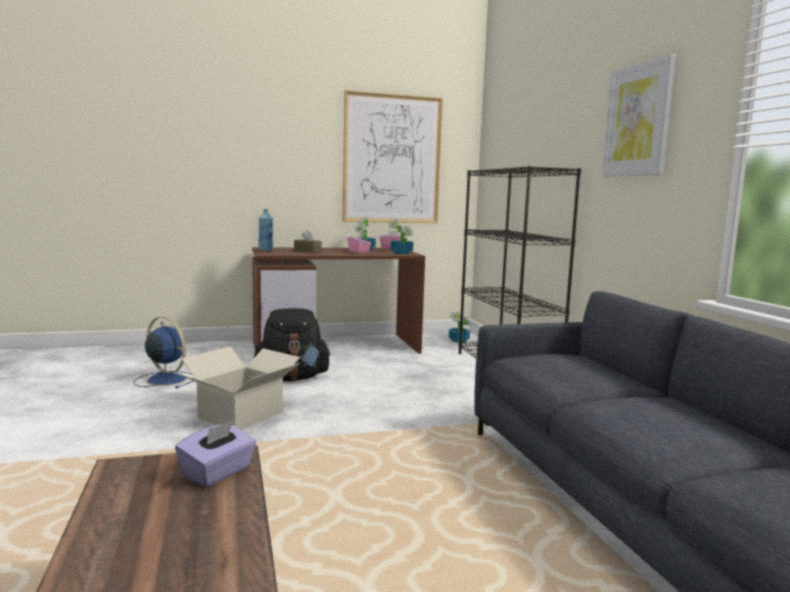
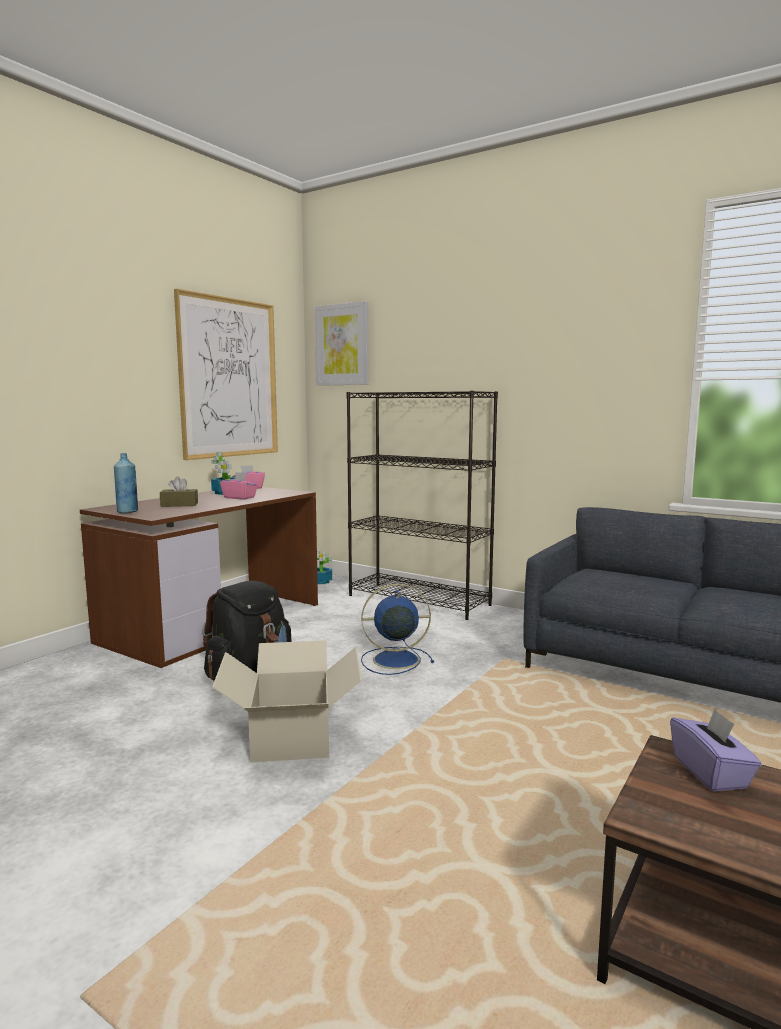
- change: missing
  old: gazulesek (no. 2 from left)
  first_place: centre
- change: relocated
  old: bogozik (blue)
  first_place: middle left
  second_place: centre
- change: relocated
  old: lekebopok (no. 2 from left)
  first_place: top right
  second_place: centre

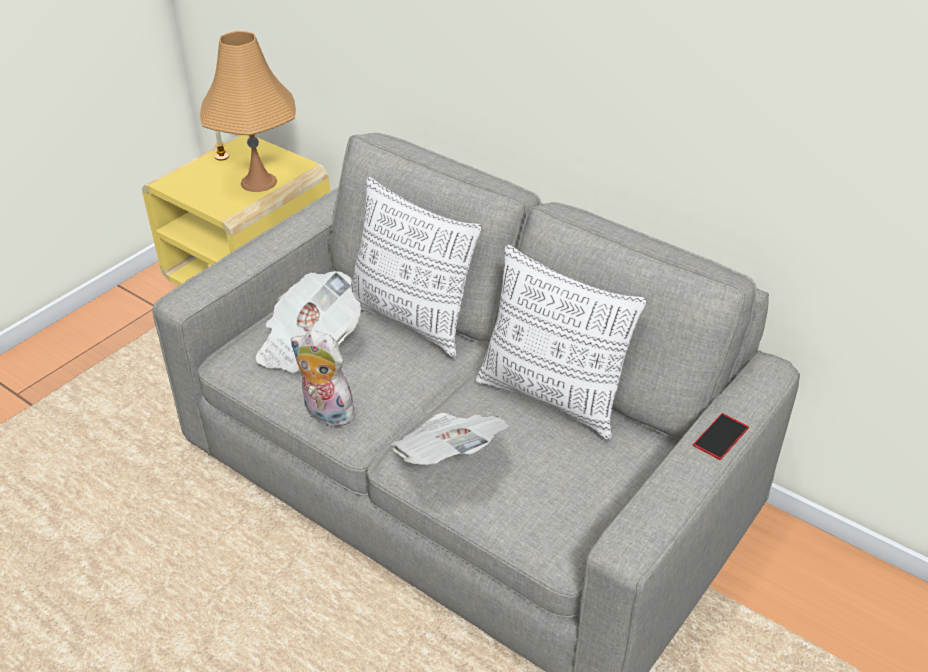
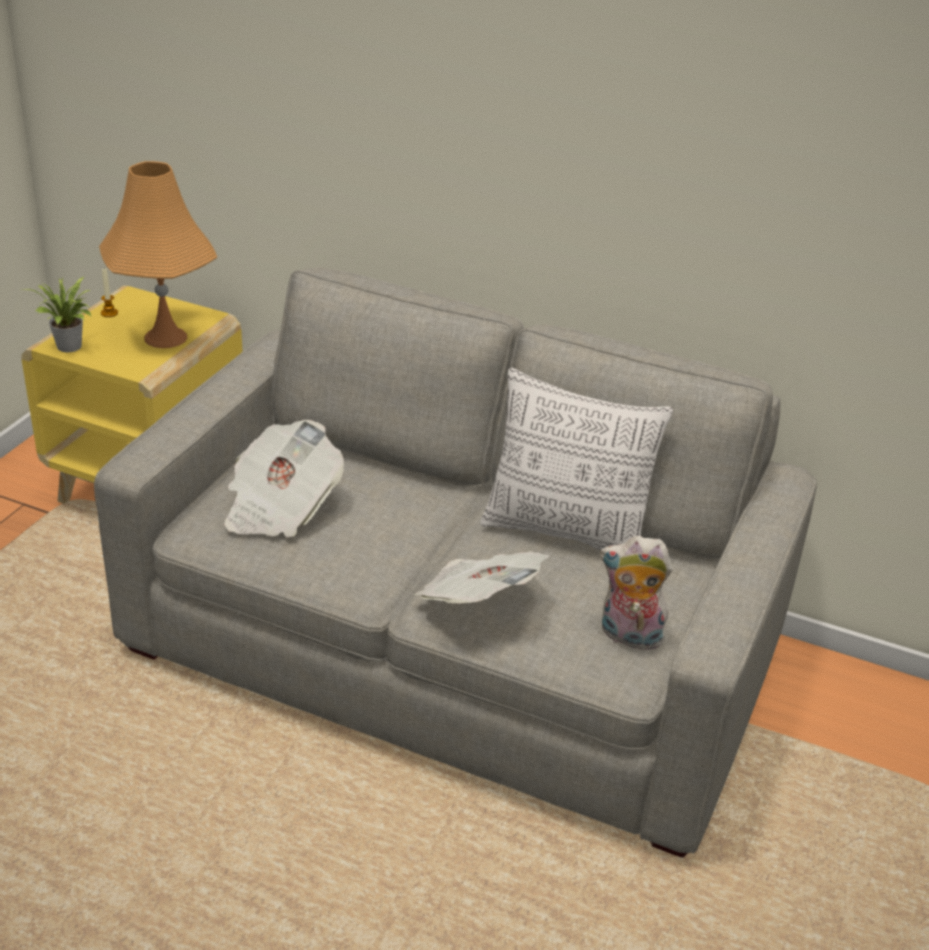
- change: missing
  old: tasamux (no. 1 from left)
  first_place: centre
- change: missing
  old: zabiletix
  first_place: middle right
- change: appeared
  new: gazulesek
  second_place: top left
- change: relocated
  old: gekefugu
  first_place: centre
  second_place: middle right

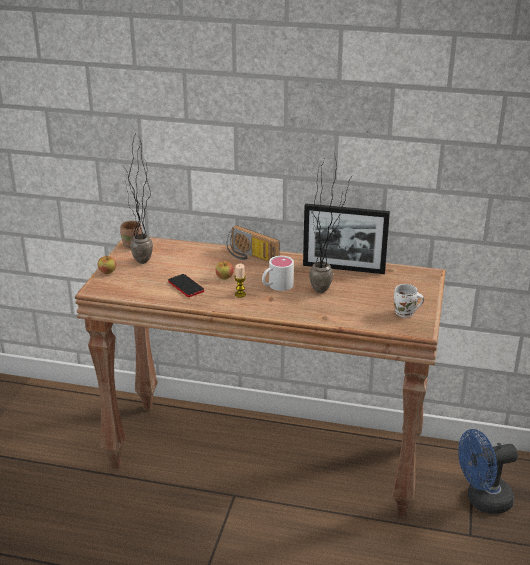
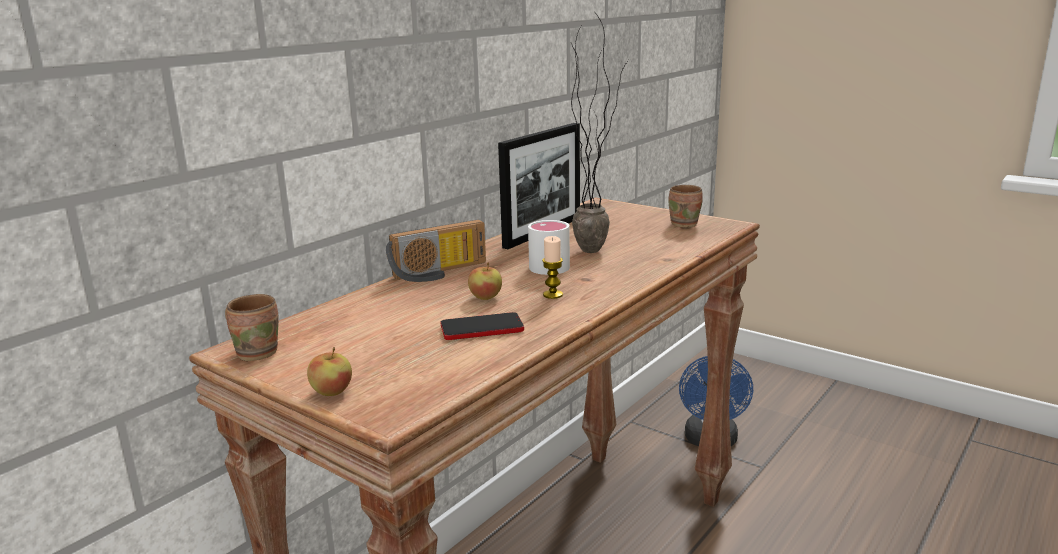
- change: missing
  old: gazulesek (no. 1 from left)
  first_place: middle left
- change: colour
  old: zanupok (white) (no. 2 from left)
  new: zanupok (brown) (no. 2 from left)
  first_place: middle right
  second_place: centre

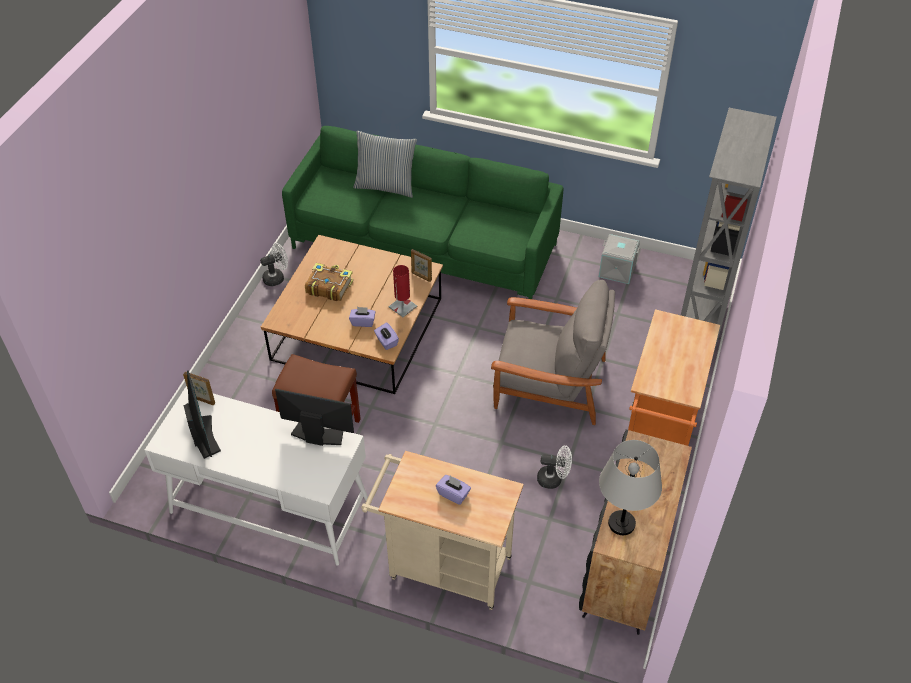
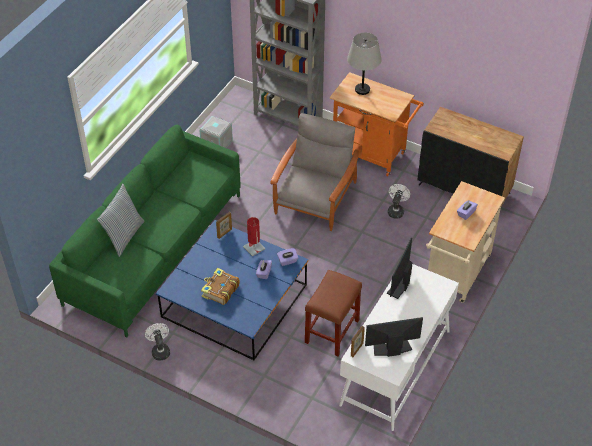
- change: relocated
  old: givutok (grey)
  first_place: bottom right
  second_place: top centre
- change: colour
  old: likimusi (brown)
  new: likimusi (blue)
  first_place: centre
  second_place: centre

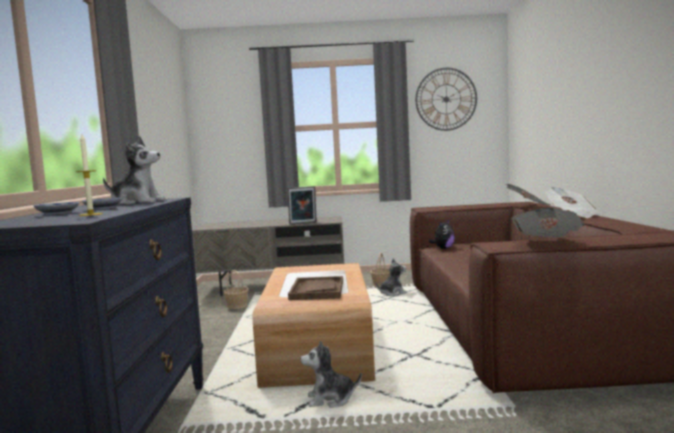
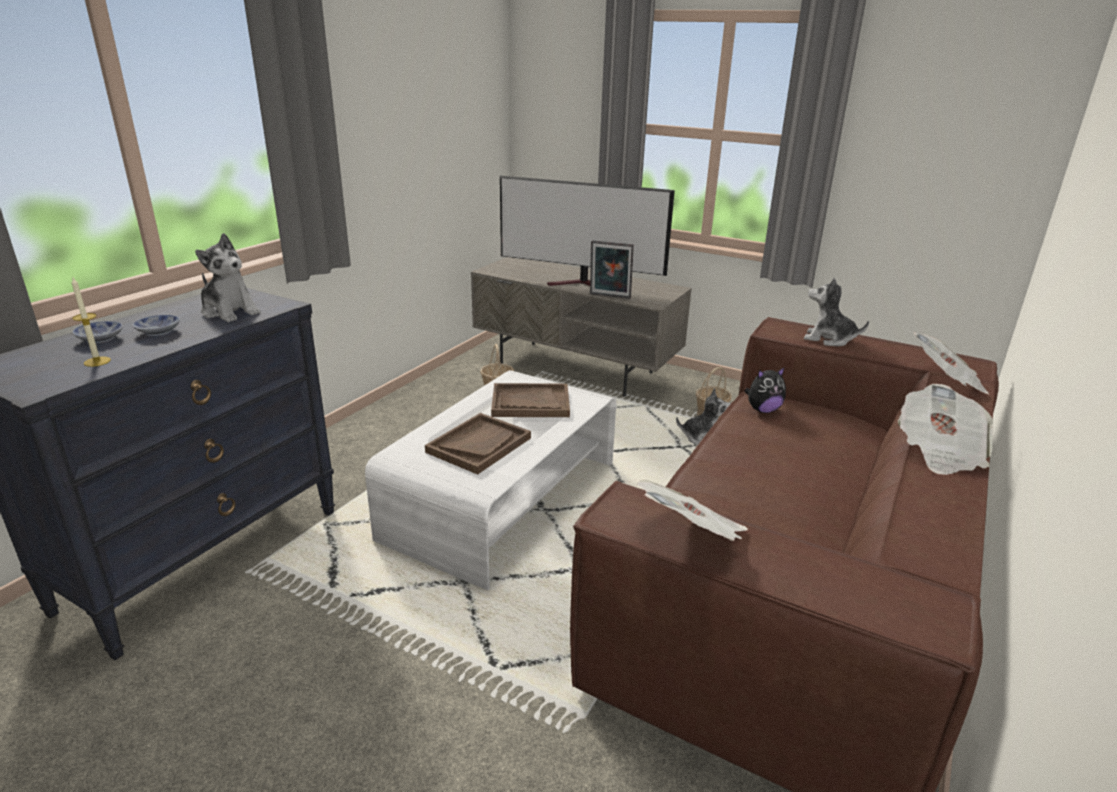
- change: missing
  old: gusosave
  first_place: top centre
- change: appeared
  new: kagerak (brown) (no. 2 from left)
  second_place: centre
- change: appeared
  new: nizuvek
  second_place: top centre
- change: relocated
  old: gekefugu (no. 2 from left in the first image)
  new: gekefugu (no. 4 from left)
  first_place: bottom centre
  second_place: middle right
- change: colour
  old: likimusi (brown)
  new: likimusi (white)
  first_place: bottom centre
  second_place: centre

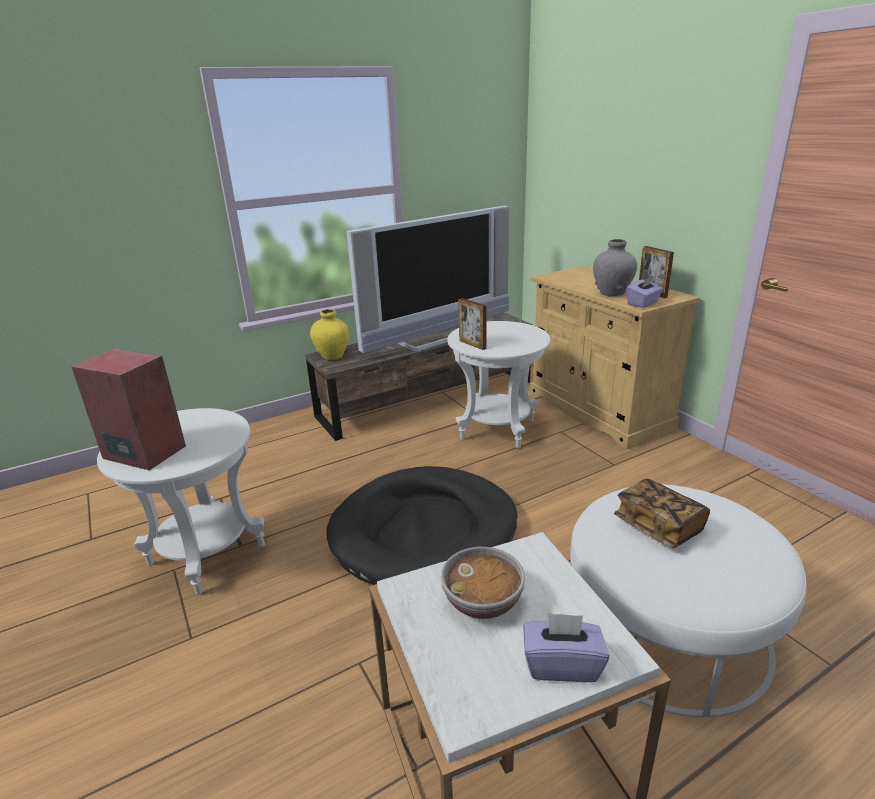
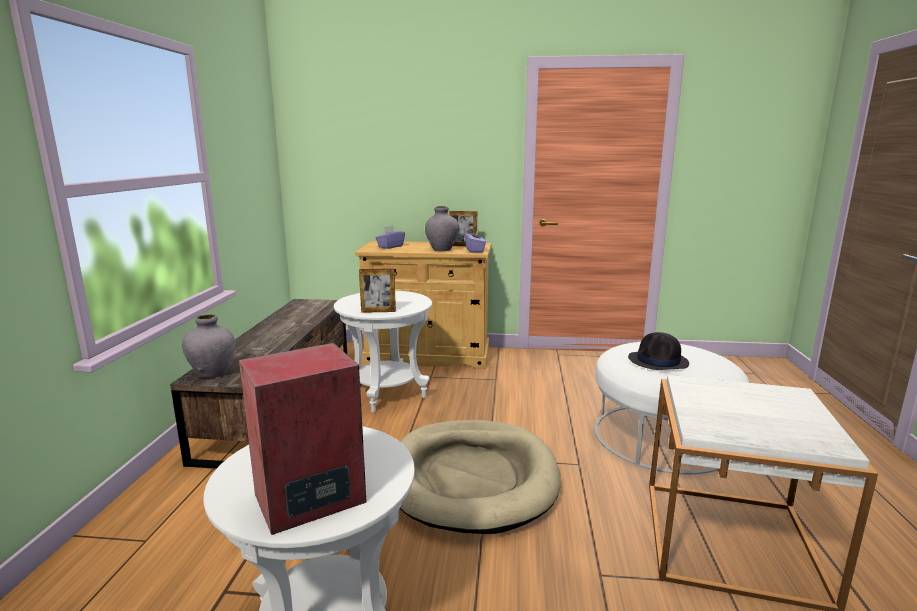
- change: missing
  old: nizuvek
  first_place: centre
- change: missing
  old: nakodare
  first_place: bottom centre
- change: relocated
  old: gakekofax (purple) (no. 1 from left)
  first_place: bottom centre
  second_place: centre
- change: exchanged
  old: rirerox
  new: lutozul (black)
  first_place: middle right
  second_place: middle right
- change: colour
  old: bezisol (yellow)
  new: bezisol (grey) (no. 1 from left)
  first_place: centre
  second_place: middle left
- change: colour
  old: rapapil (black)
  new: rapapil (beige)
  first_place: centre
  second_place: bottom centre

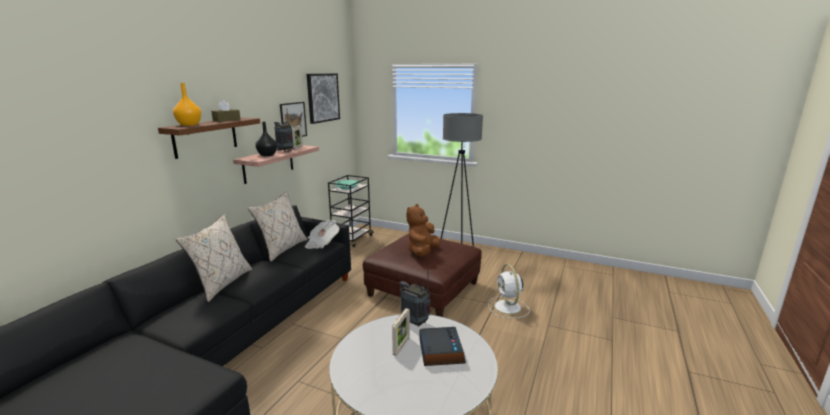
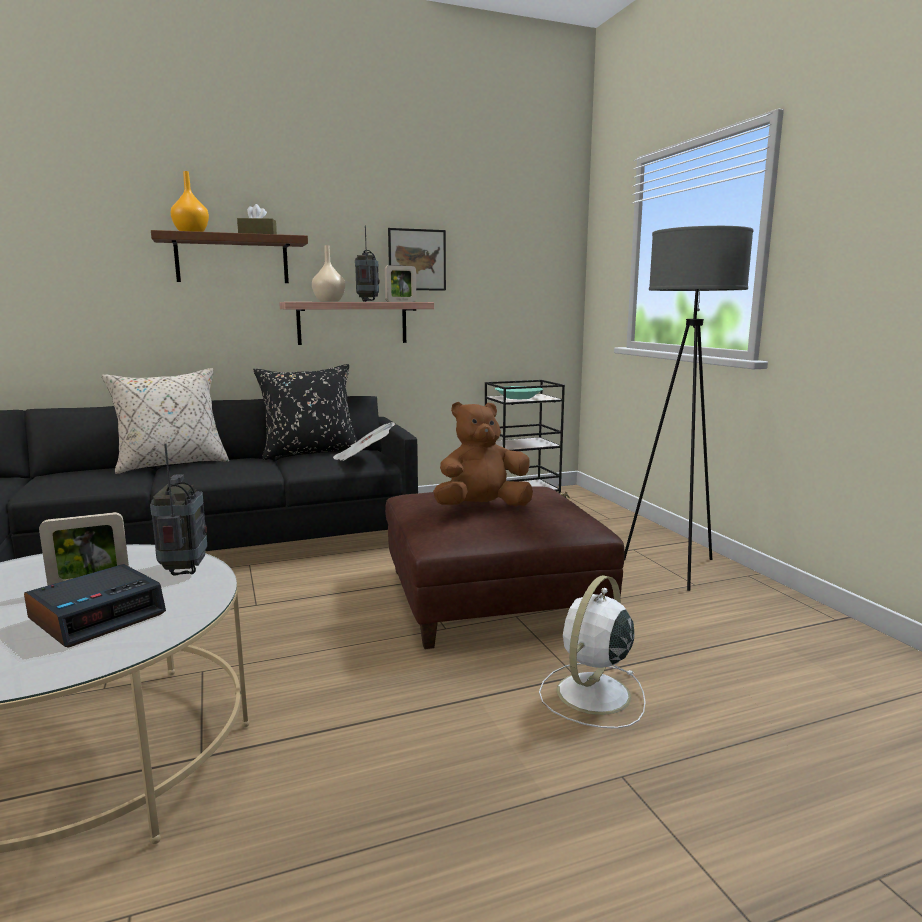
- change: missing
  old: lekebopok (no. 2 from left)
  first_place: top centre
- change: colour
  old: tasamux (beige) (no. 2 from left)
  new: tasamux (black)
  first_place: centre
  second_place: middle left
- change: colour
  old: bezisol (black)
  new: bezisol (beige)
  first_place: middle left
  second_place: top centre

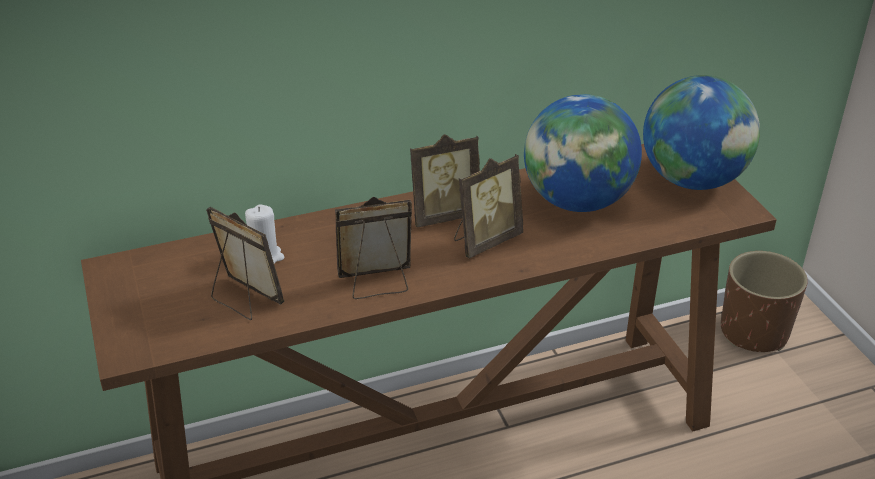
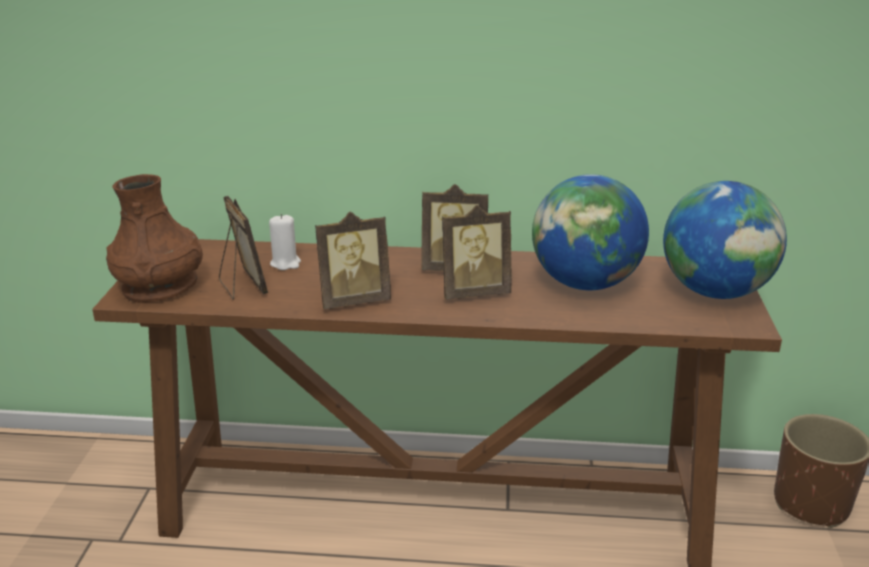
- change: appeared
  new: bezisol (brown)
  second_place: middle left
- change: spun
  old: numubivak (no. 2 from left)
  first_place: centre
  second_place: centre
  degrees: 150

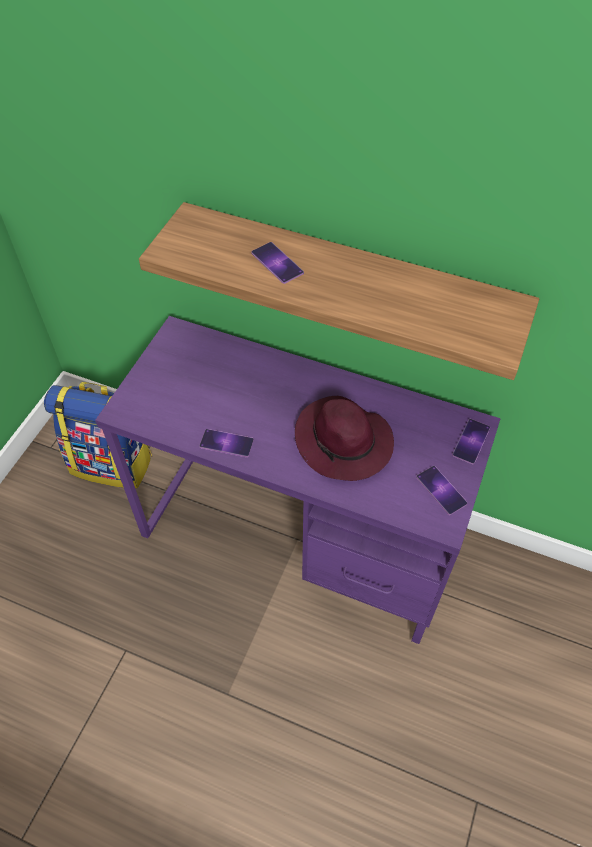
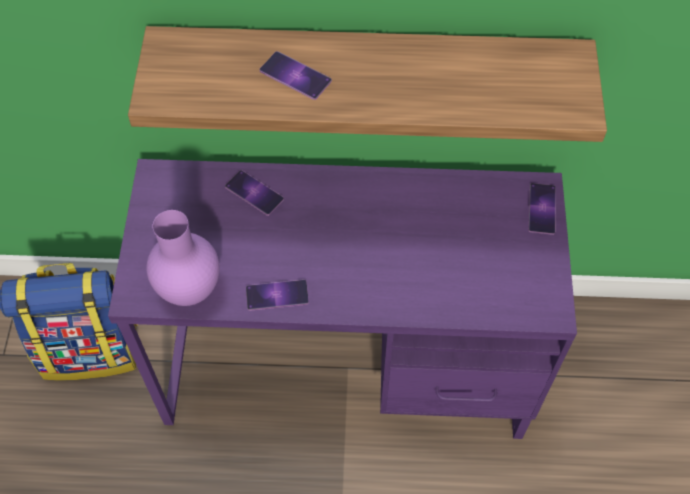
- change: missing
  old: lutozul (purple)
  first_place: centre
- change: appeared
  new: bezisol (purple)
  second_place: middle left
- change: relocated
  old: zabiletix (no. 3 from left in the first image)
  new: zabiletix (no. 1 from left)
  first_place: middle right
  second_place: centre

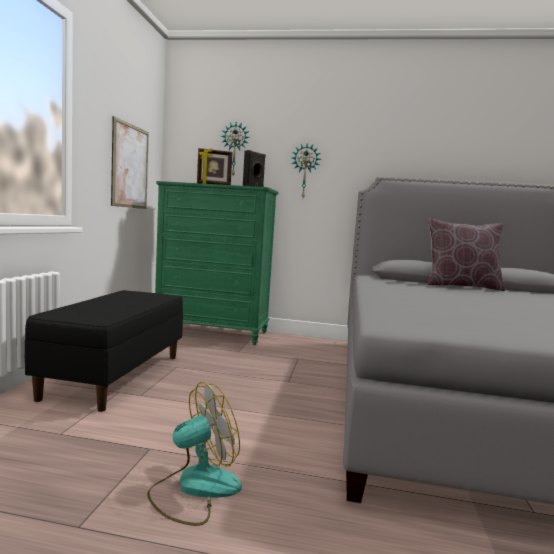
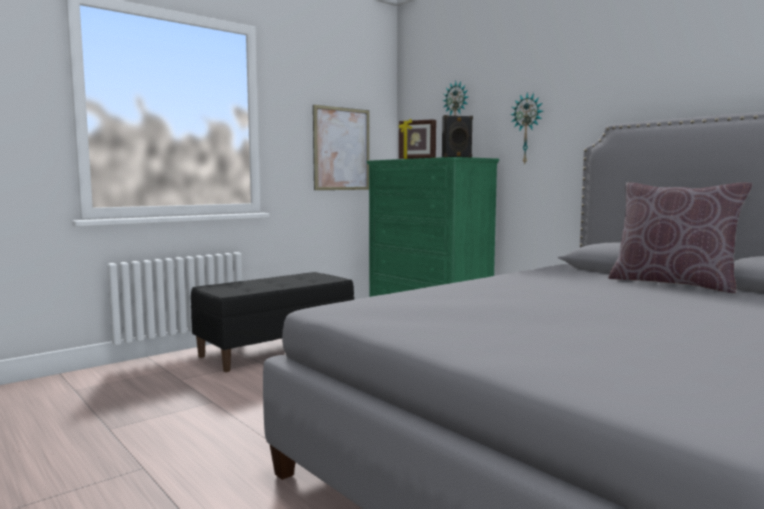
- change: missing
  old: bogozik
  first_place: bottom centre

